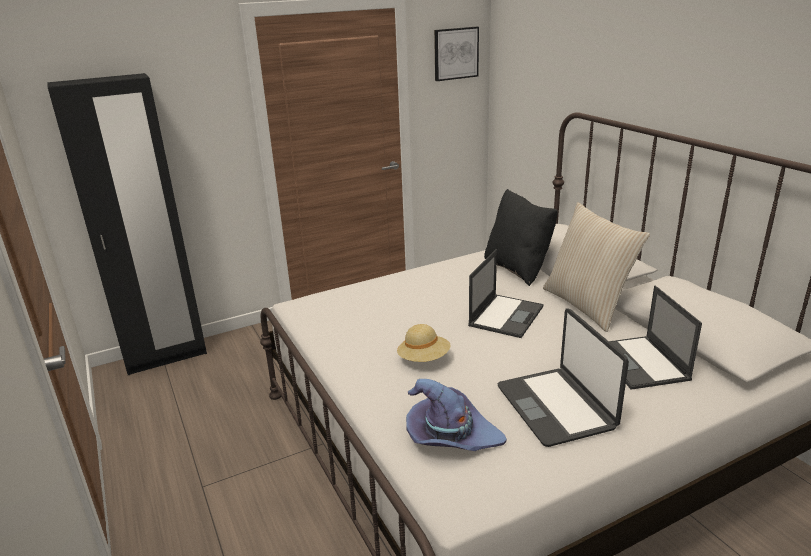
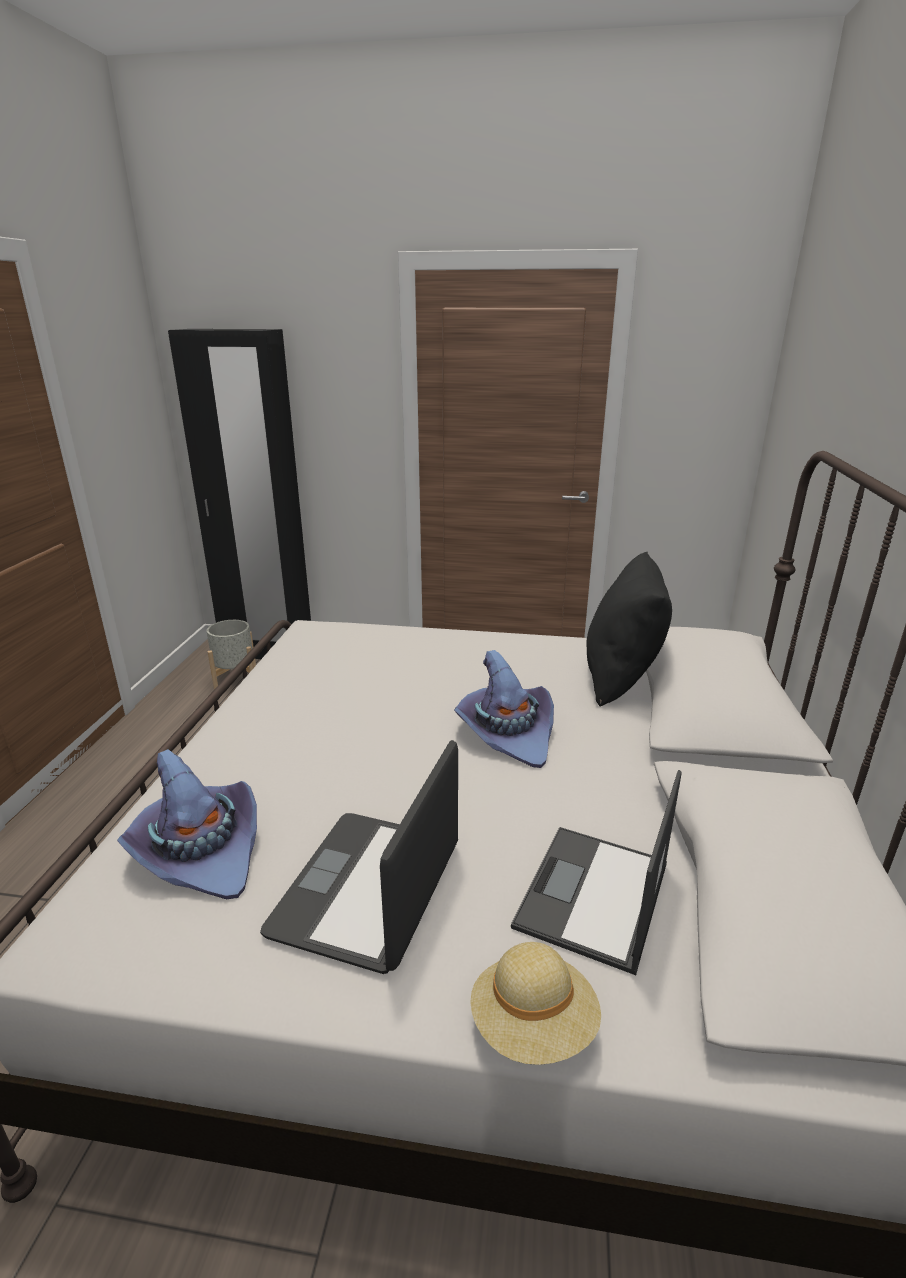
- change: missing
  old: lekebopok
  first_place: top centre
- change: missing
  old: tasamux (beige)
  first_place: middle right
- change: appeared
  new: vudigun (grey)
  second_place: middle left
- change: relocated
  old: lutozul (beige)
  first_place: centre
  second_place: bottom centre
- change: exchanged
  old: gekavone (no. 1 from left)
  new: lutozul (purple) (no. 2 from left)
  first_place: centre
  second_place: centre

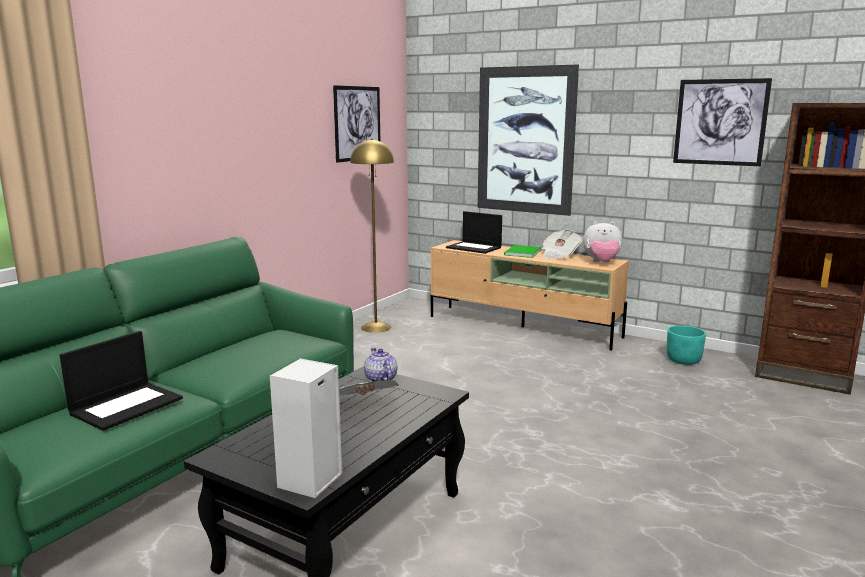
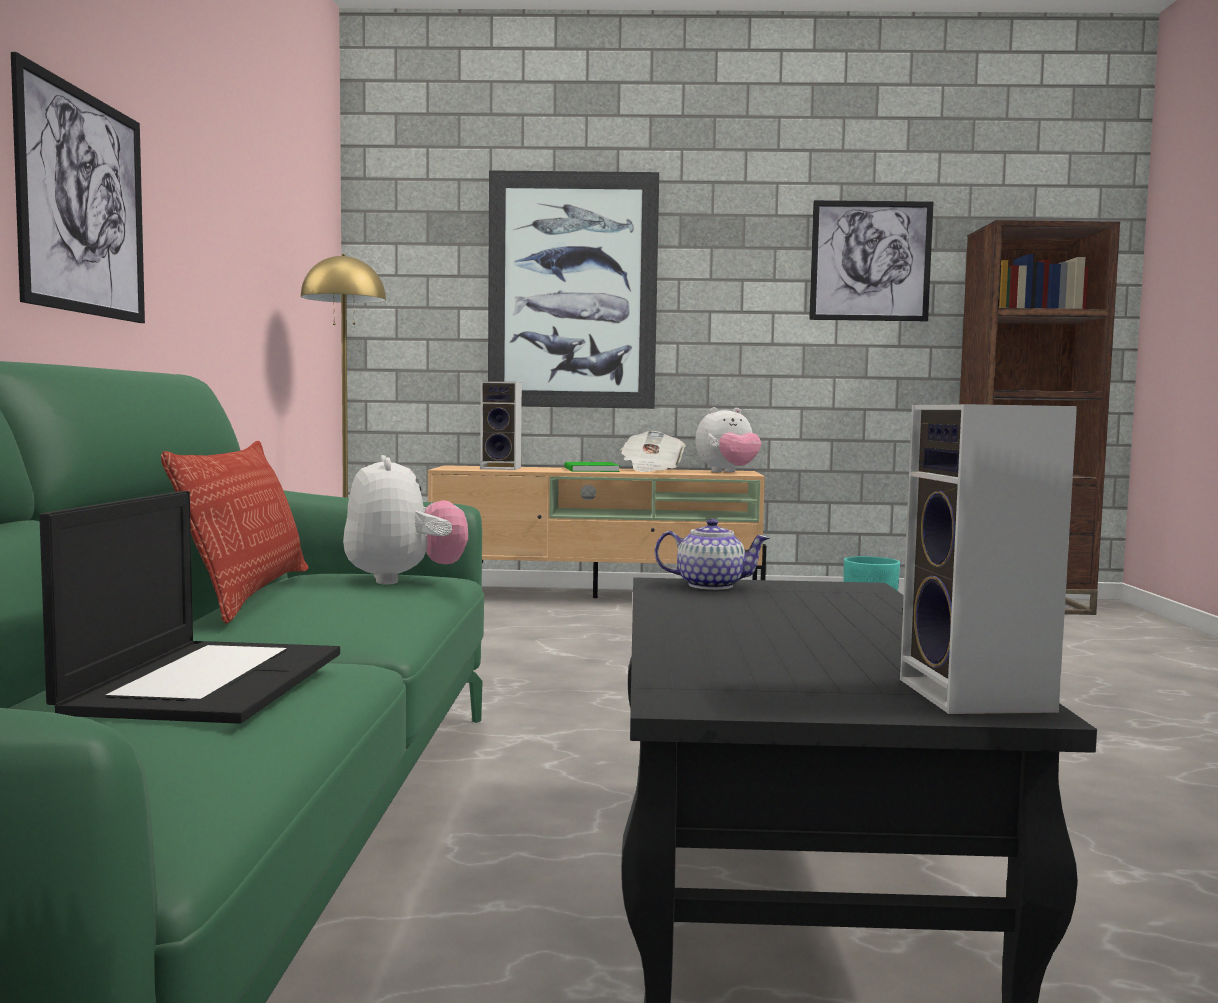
- change: missing
  old: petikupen (no. 1 from left)
  first_place: bottom centre
- change: appeared
  new: tasamux
  second_place: middle left
- change: appeared
  new: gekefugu (no. 1 from left)
  second_place: middle left
- change: relocated
  old: lekebopok (no. 1 from left)
  first_place: top centre
  second_place: top left
- change: exchanged
  old: gekavone (no. 2 from left)
  new: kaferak (no. 1 from left)
  first_place: centre
  second_place: centre
- change: spun
  old: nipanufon
  first_place: centre
  second_place: centre
  degrees: 150

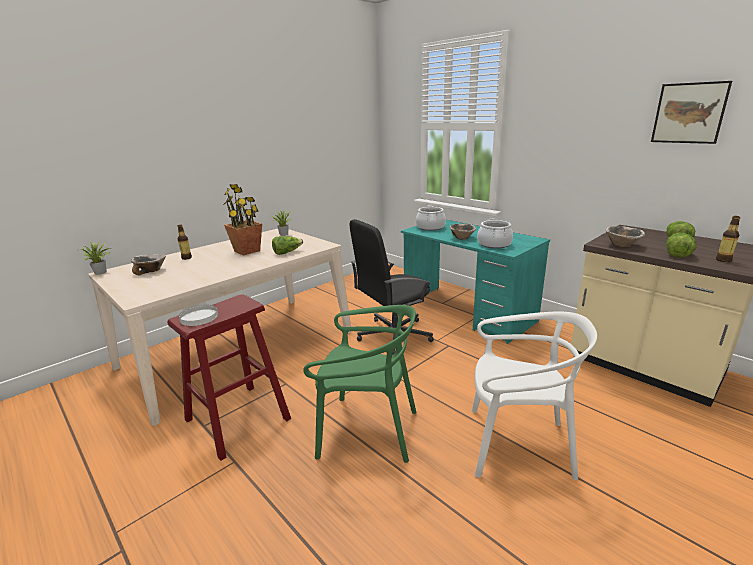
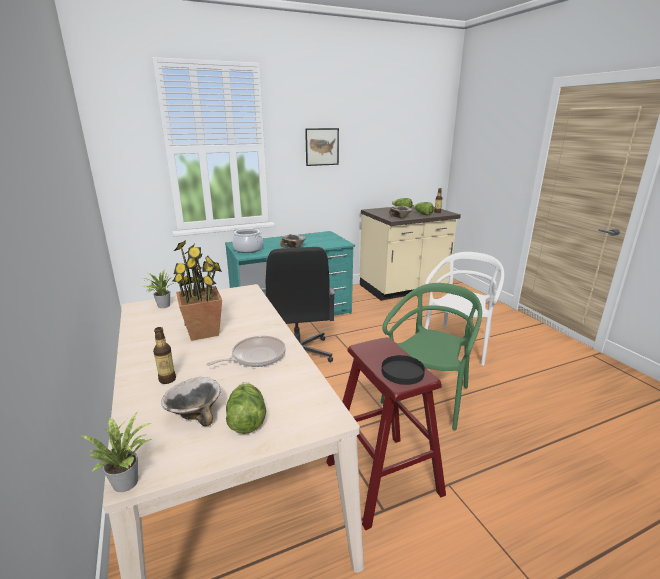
- change: missing
  old: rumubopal (no. 2 from left)
  first_place: centre
- change: appeared
  new: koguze
  second_place: centre
- change: relocated
  old: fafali (no. 1 from left)
  first_place: centre
  second_place: bottom centre
- change: relocated
  old: lekebopok
  first_place: top right
  second_place: top centre
- change: colour
  old: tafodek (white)
  new: tafodek (black)
  first_place: middle left
  second_place: centre

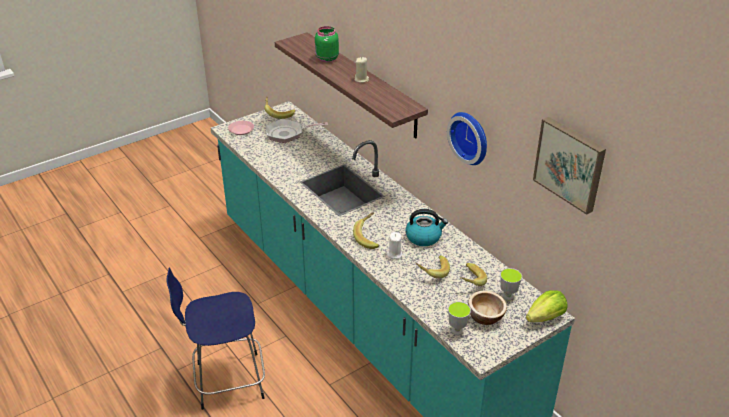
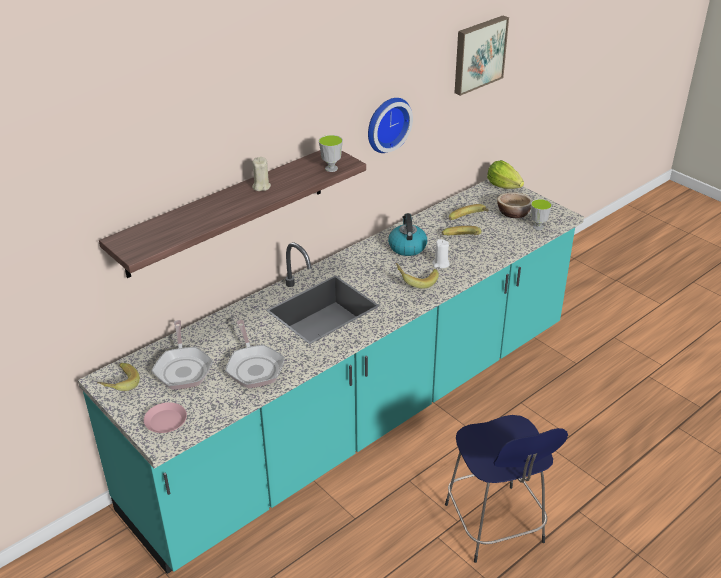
- change: missing
  old: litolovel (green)
  first_place: top centre
- change: appeared
  new: koguze (no. 2 from left)
  second_place: centre
- change: relocated
  old: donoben (no. 2 from left in the first image)
  new: donoben (no. 1 from left)
  first_place: bottom right
  second_place: top centre

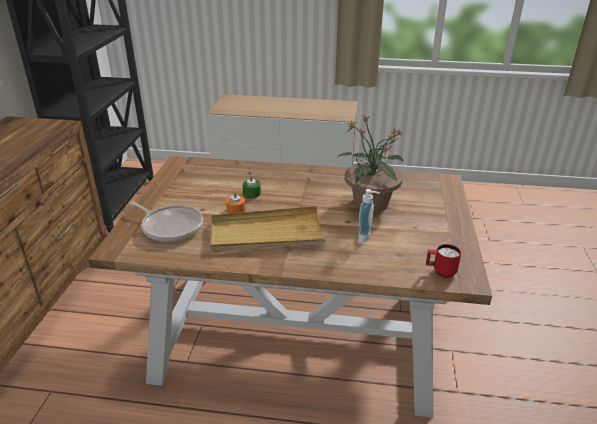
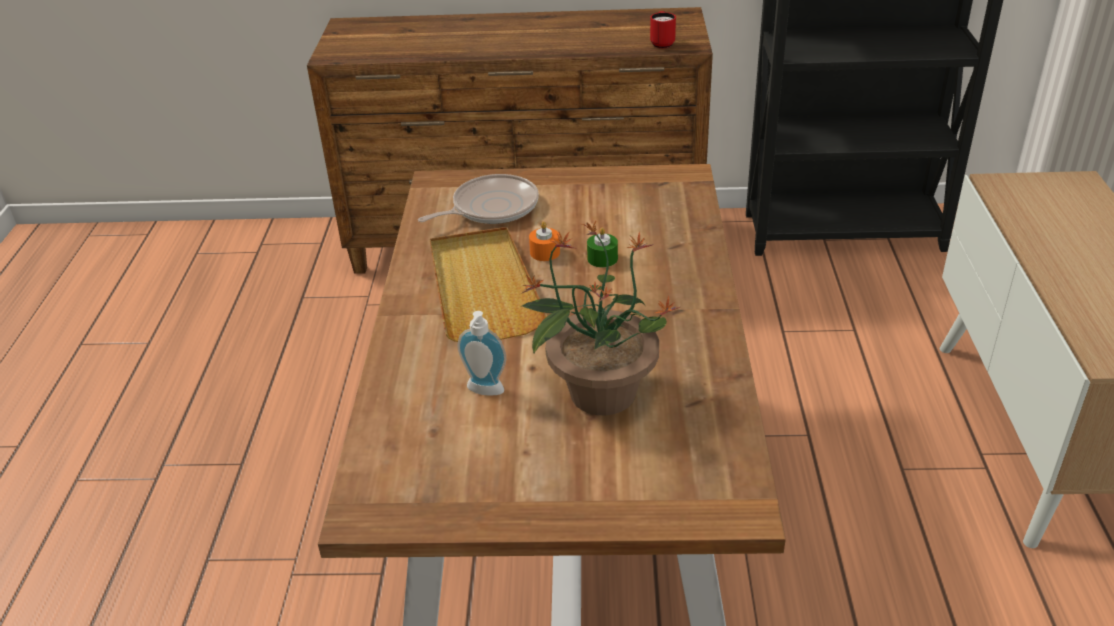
- change: relocated
  old: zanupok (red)
  first_place: middle right
  second_place: top centre
- change: spun
  old: koguze
  first_place: middle left
  second_place: top centre
  degrees: -150

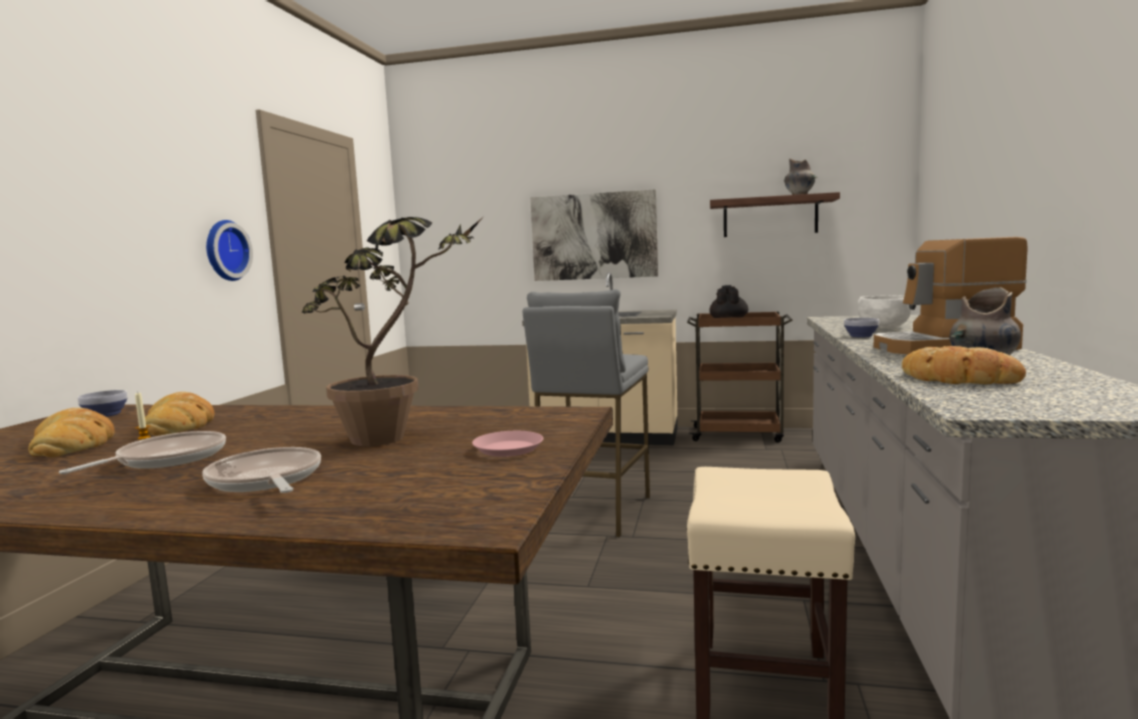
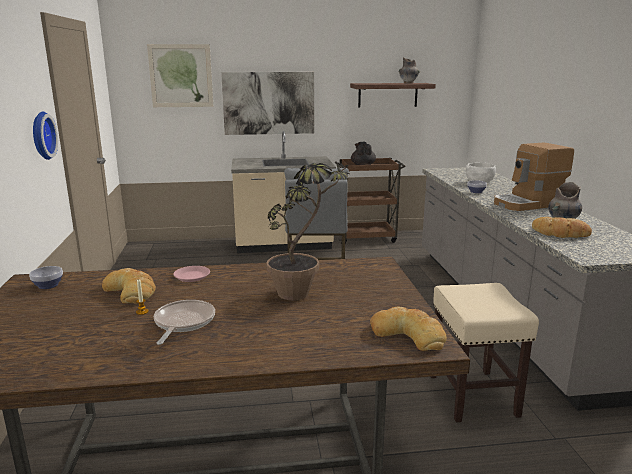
- change: missing
  old: koguze (no. 2 from left)
  first_place: middle left
- change: appeared
  new: lekebopok (no. 1 from left)
  second_place: top left
- change: relocated
  old: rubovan (no. 1 from left in the first image)
  new: rubovan (no. 2 from left)
  first_place: middle left
  second_place: bottom centre
- change: relocated
  old: tafodek (pink)
  first_place: centre
  second_place: middle left

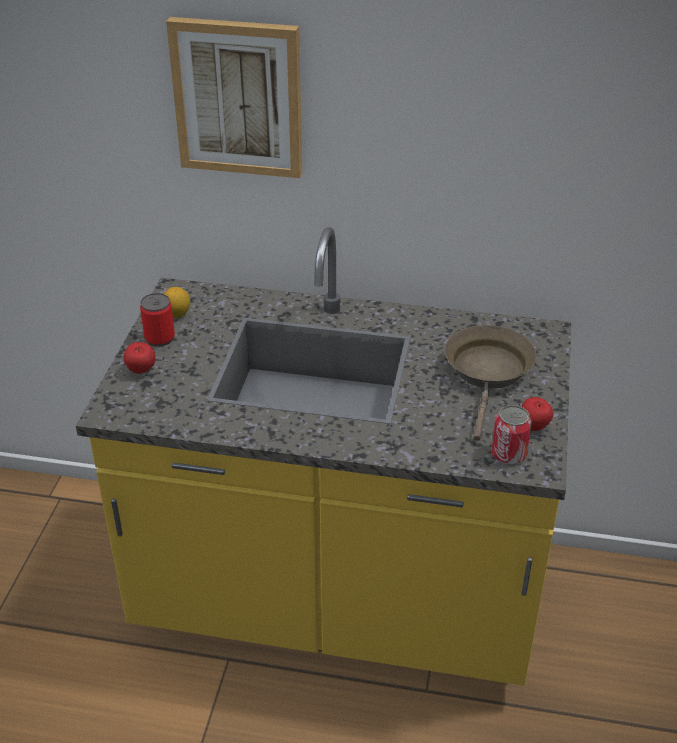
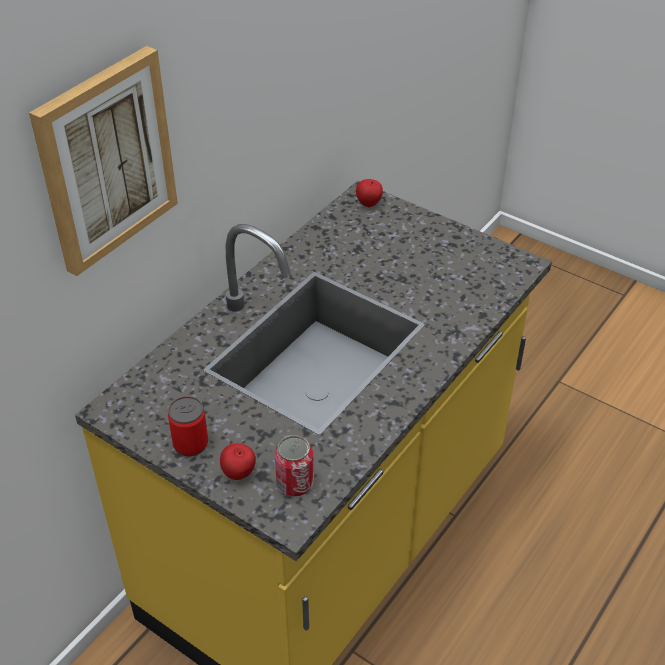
- change: missing
  old: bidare
  first_place: middle left
- change: missing
  old: koguze (brown)
  first_place: middle right
- change: relocated
  old: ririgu (no. 2 from left)
  first_place: middle right
  second_place: bottom centre
- change: relocated
  old: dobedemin (no. 2 from left)
  first_place: middle right
  second_place: top centre

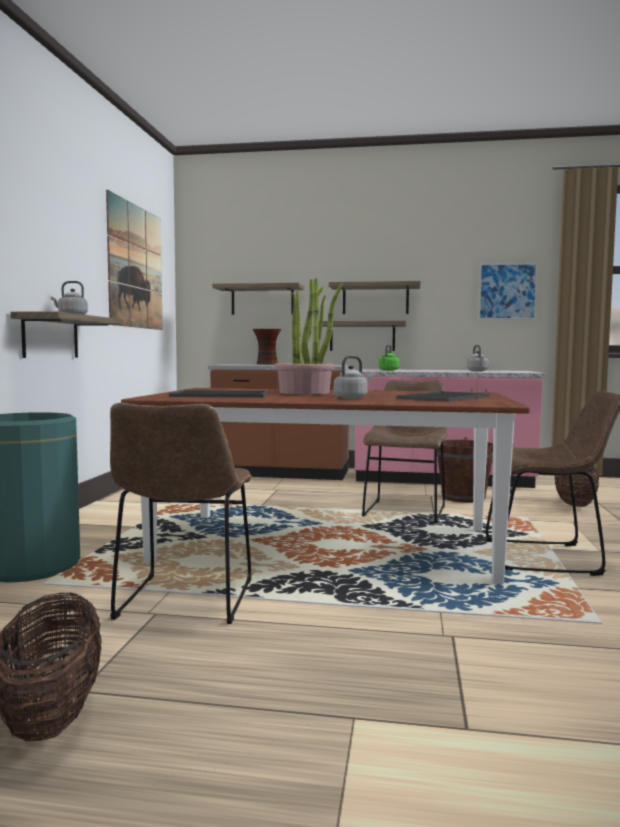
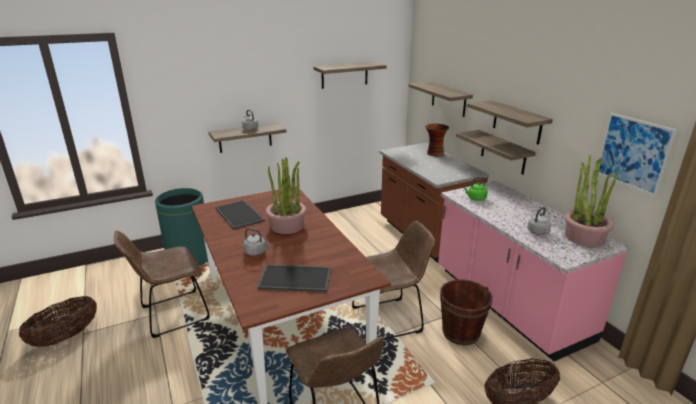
- change: appeared
  new: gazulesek (no. 2 from left)
  second_place: middle right
- change: exchanged
  old: lekebopok (no. 1 from left)
  new: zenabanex (no. 2 from left)
  first_place: top left
  second_place: top centre

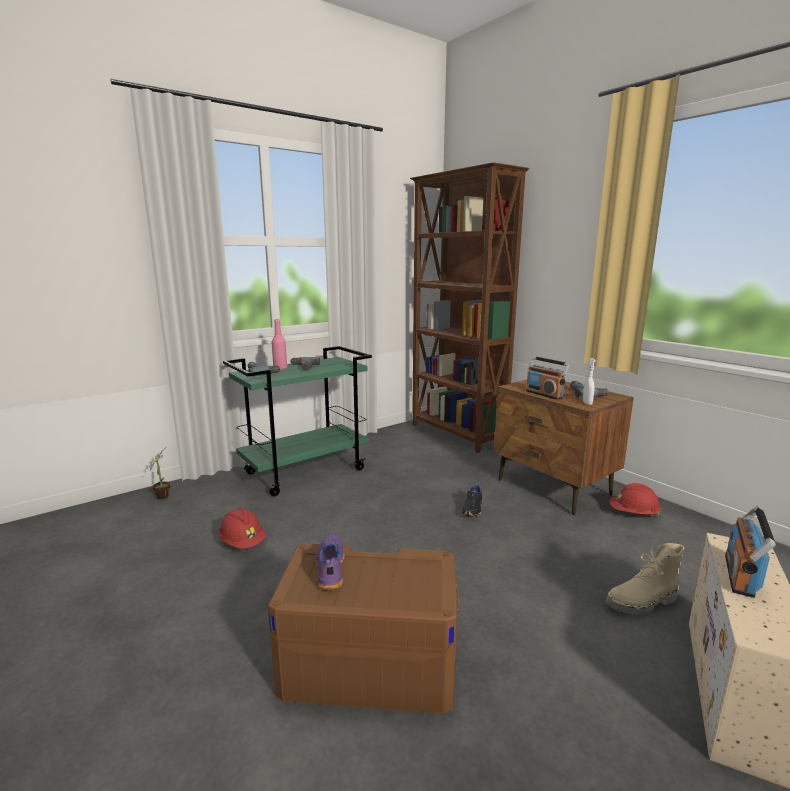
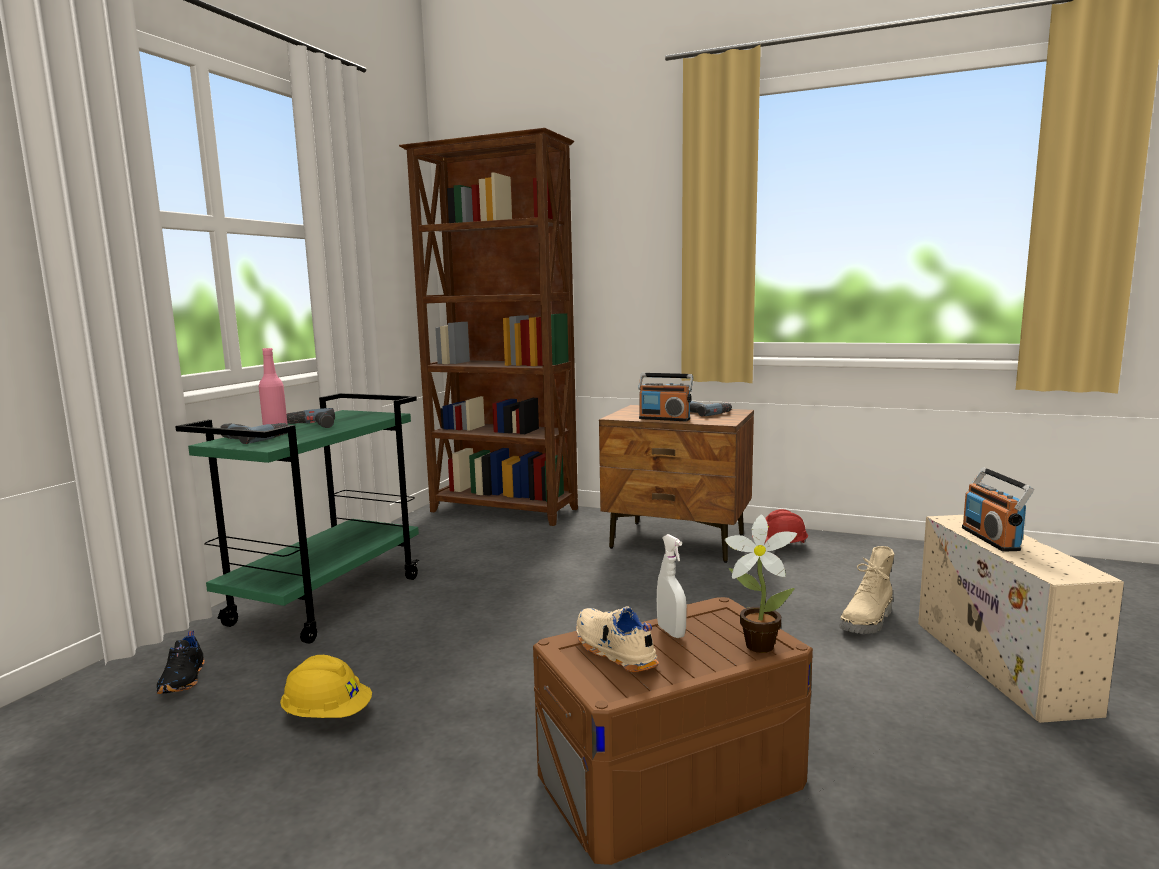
- change: relocated
  old: gazulesek
  first_place: middle left
  second_place: bottom centre
- change: relocated
  old: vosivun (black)
  first_place: centre
  second_place: bottom left
- change: relocated
  old: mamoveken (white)
  first_place: middle right
  second_place: bottom centre
- change: colour
  old: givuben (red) (no. 1 from left)
  new: givuben (yellow)
  first_place: bottom left
  second_place: bottom left
- change: colour
  old: vosivun (purple)
  new: vosivun (beige)
  first_place: bottom centre
  second_place: bottom centre

